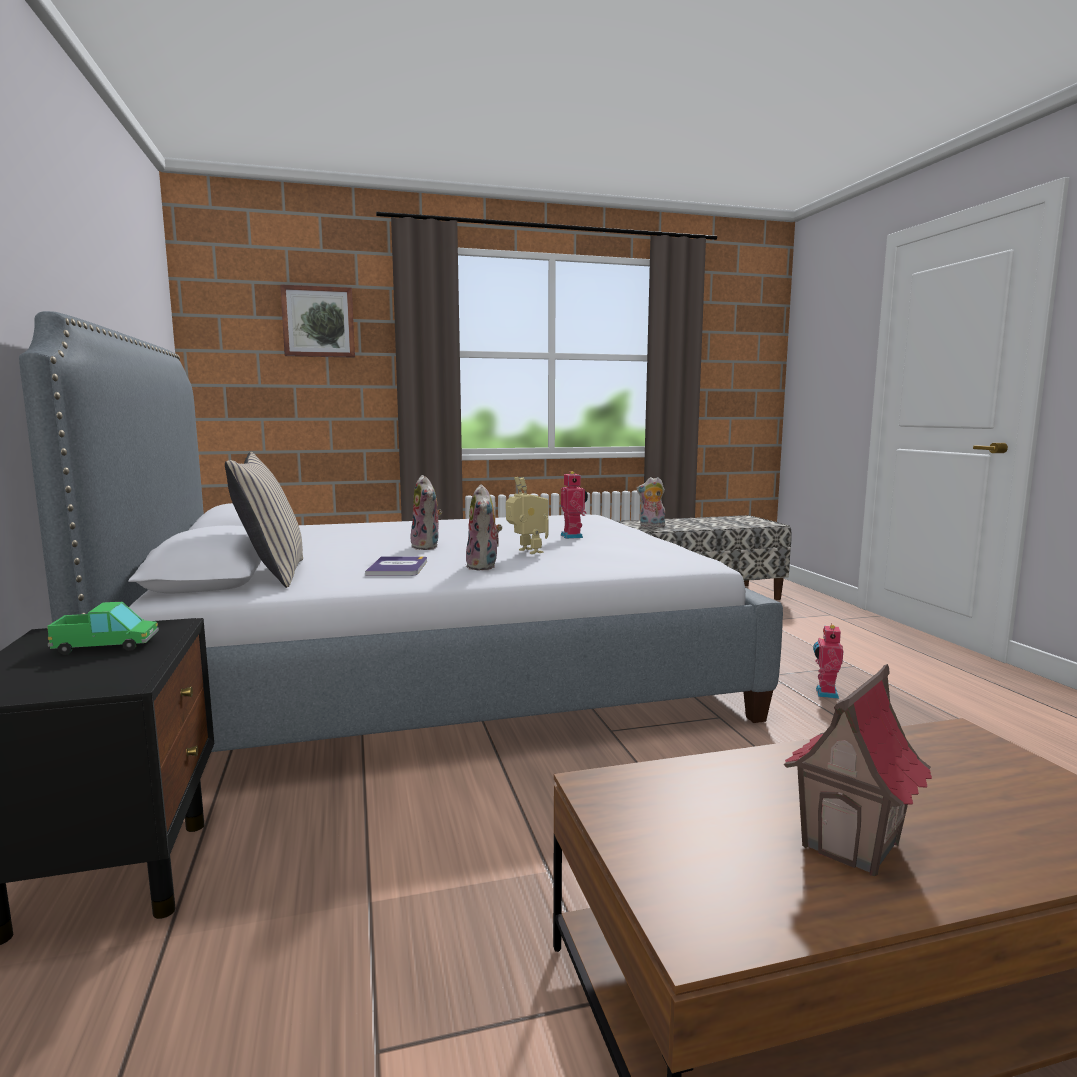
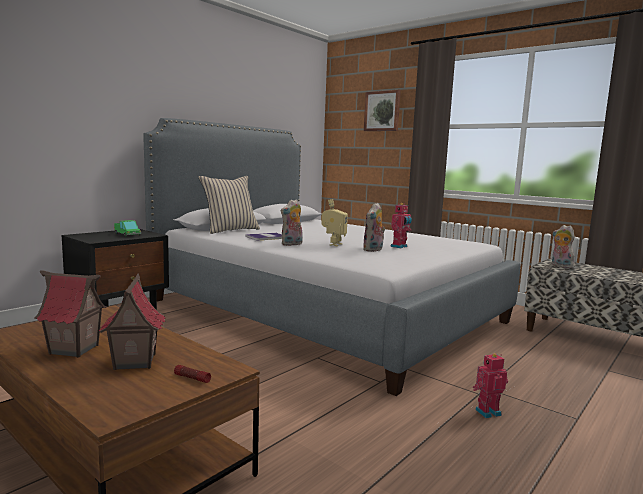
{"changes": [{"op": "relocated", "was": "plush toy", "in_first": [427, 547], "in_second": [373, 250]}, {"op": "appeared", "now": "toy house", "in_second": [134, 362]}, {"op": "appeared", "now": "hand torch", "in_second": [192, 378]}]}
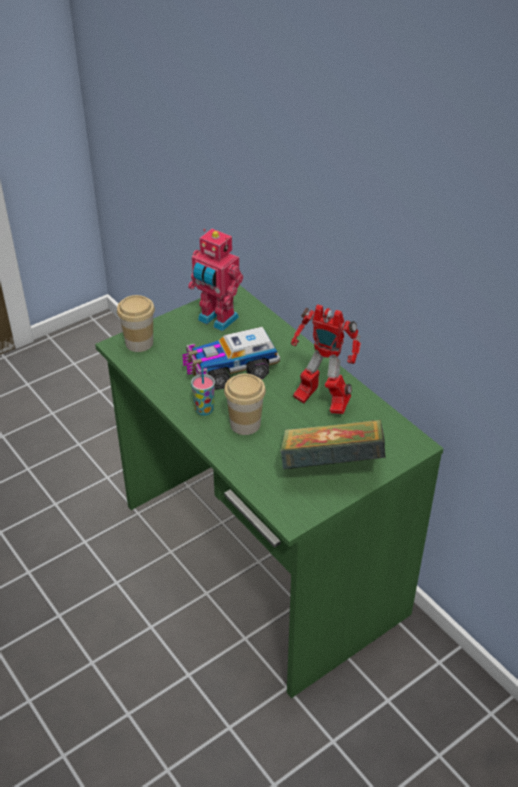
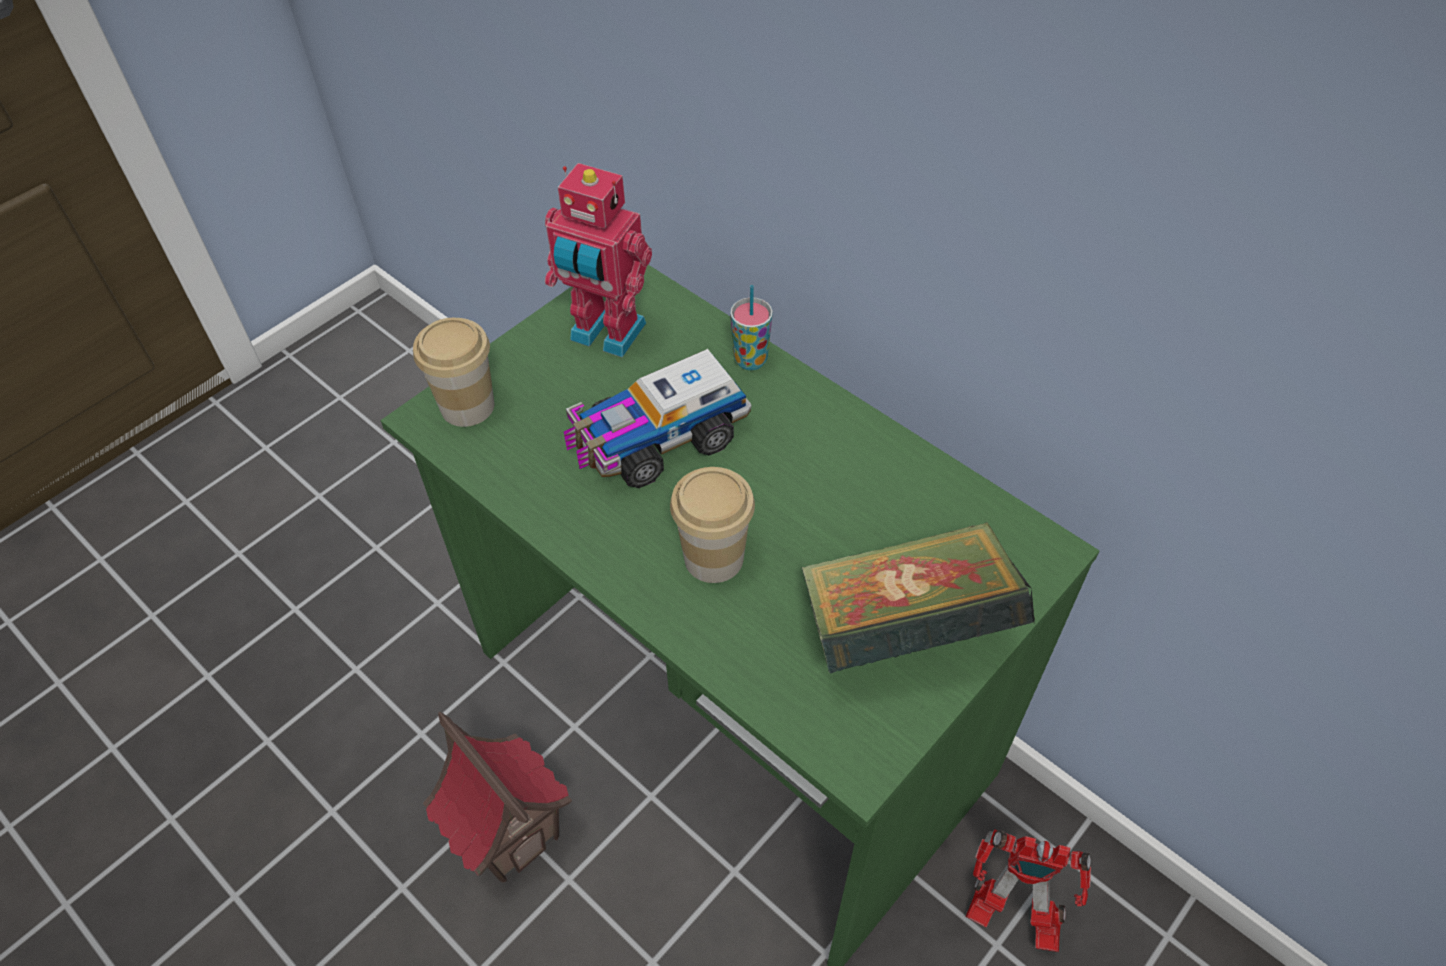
{"changes": [{"op": "relocated", "was": "model robot", "in_first": [320, 401], "in_second": [1008, 917]}, {"op": "relocated", "was": "drinking cup", "in_first": [204, 410], "in_second": [750, 360]}, {"op": "appeared", "now": "toy house", "in_second": [512, 833]}]}
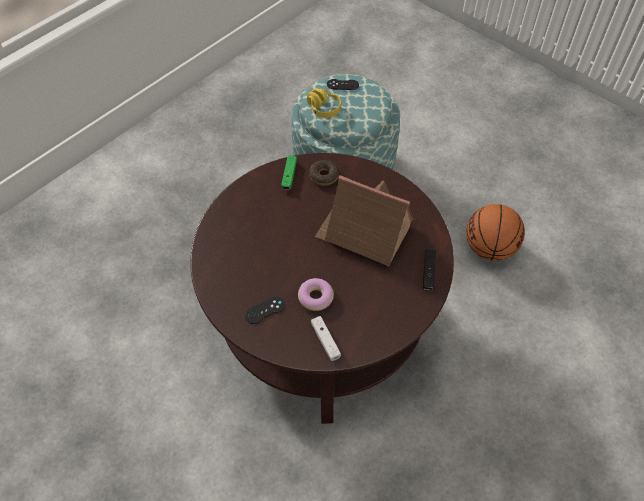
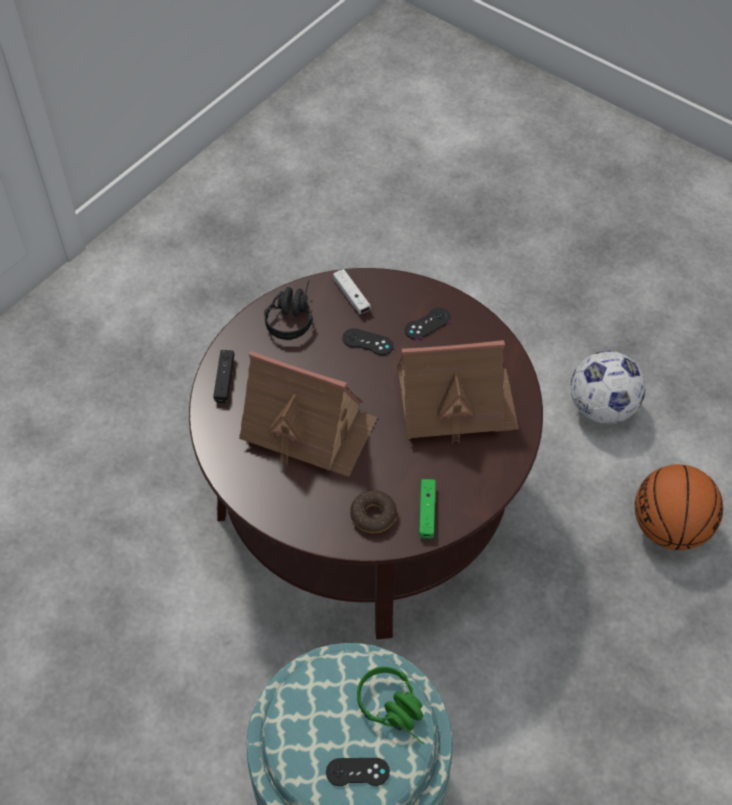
{"changes": [{"op": "colour", "was": "yellow headphones", "now": "greenish headphones", "in_first": [320, 106], "in_second": [397, 711]}, {"op": "relocated", "was": "basketball ball", "in_first": [489, 248], "in_second": [669, 527]}, {"op": "exchanged", "was": "ring doughnut", "now": "blackish gamepad", "in_first": [315, 297], "in_second": [367, 342]}, {"op": "appeared", "now": "blackish headphones", "in_second": [291, 315]}, {"op": "appeared", "now": "toy house", "in_second": [454, 404]}, {"op": "appeared", "now": "football", "in_second": [602, 408]}]}
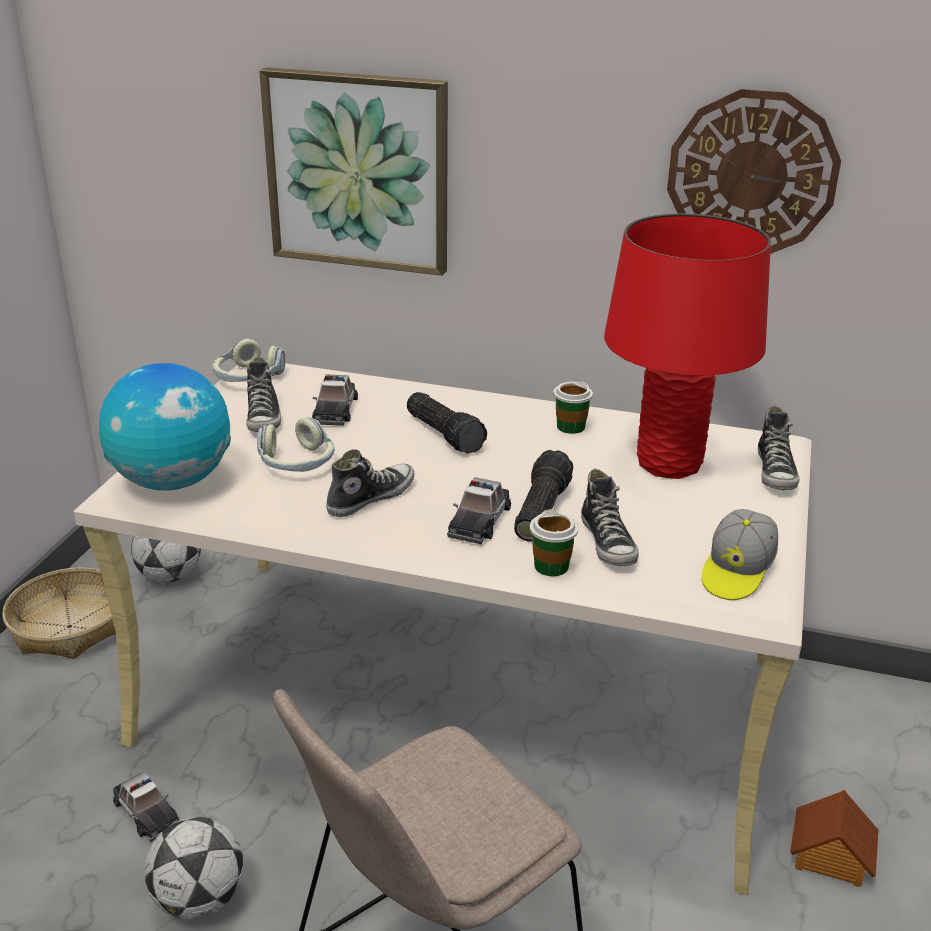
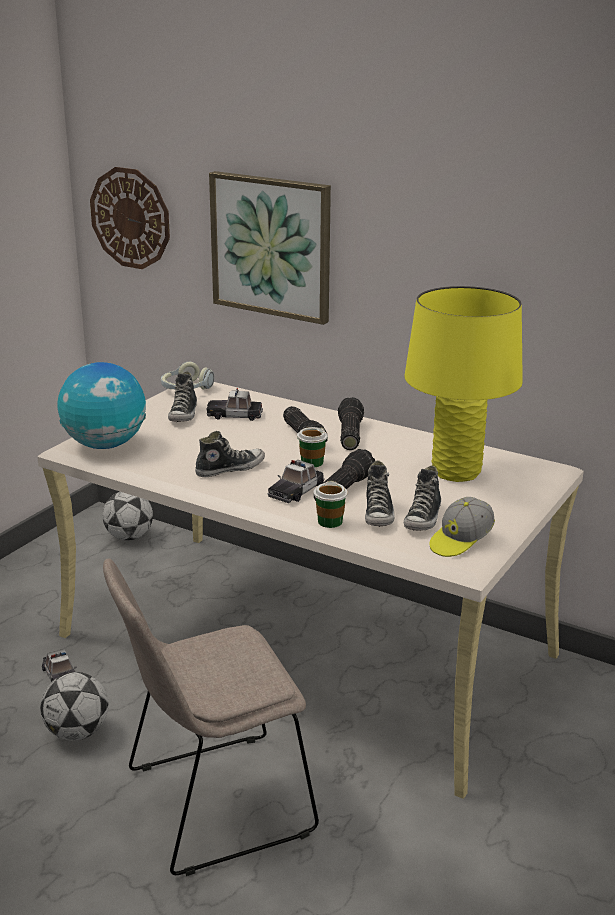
{"changes": [{"op": "relocated", "was": "hanging clock", "in_first": [752, 174], "in_second": [130, 218]}, {"op": "colour", "was": "red-coloured table lamp", "now": "yellow table lamp", "in_first": [668, 464], "in_second": [456, 472]}, {"op": "spun", "was": "toy car", "in_first": [335, 410], "in_second": [235, 414], "clockwise": 75}, {"op": "relocated", "was": "drinking cup", "in_first": [570, 427], "in_second": [312, 462]}, {"op": "relocated", "was": "low shoe", "in_first": [775, 472], "in_second": [423, 518]}, {"op": "missing", "was": "headphones", "in_first": [297, 463]}, {"op": "missing", "was": "basket", "in_first": [69, 626]}, {"op": "missing", "was": "toy house", "in_first": [829, 856]}, {"op": "appeared", "now": "hand torch", "in_second": [348, 434]}]}
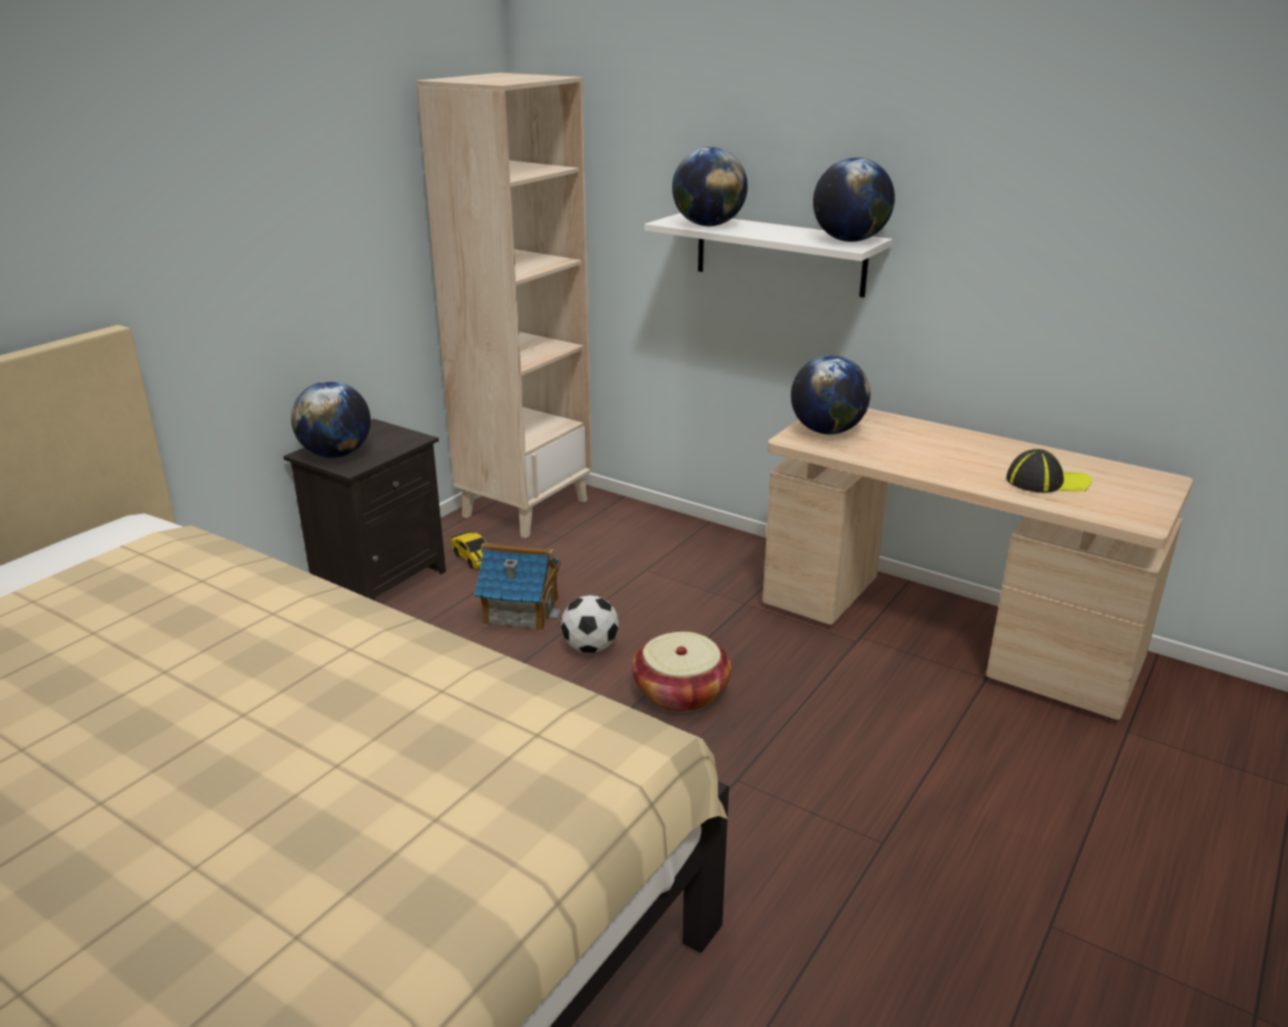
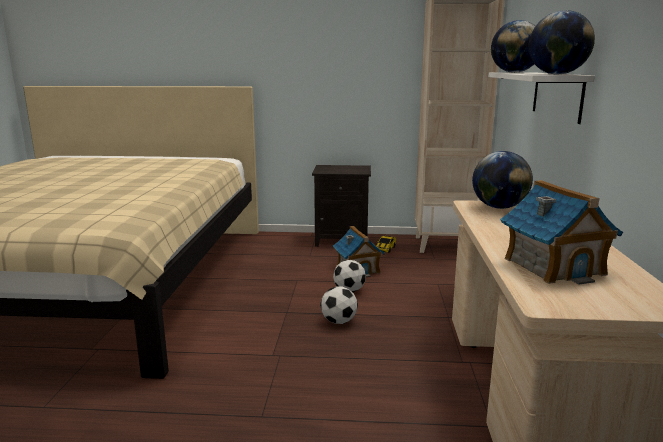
{"changes": [{"op": "missing", "was": "desk globe", "in_first": [336, 454]}, {"op": "exchanged", "was": "peaked cap", "now": "toy house", "in_first": [1046, 482], "in_second": [554, 266]}, {"op": "exchanged", "was": "basket", "now": "football", "in_first": [681, 692], "in_second": [339, 321]}]}
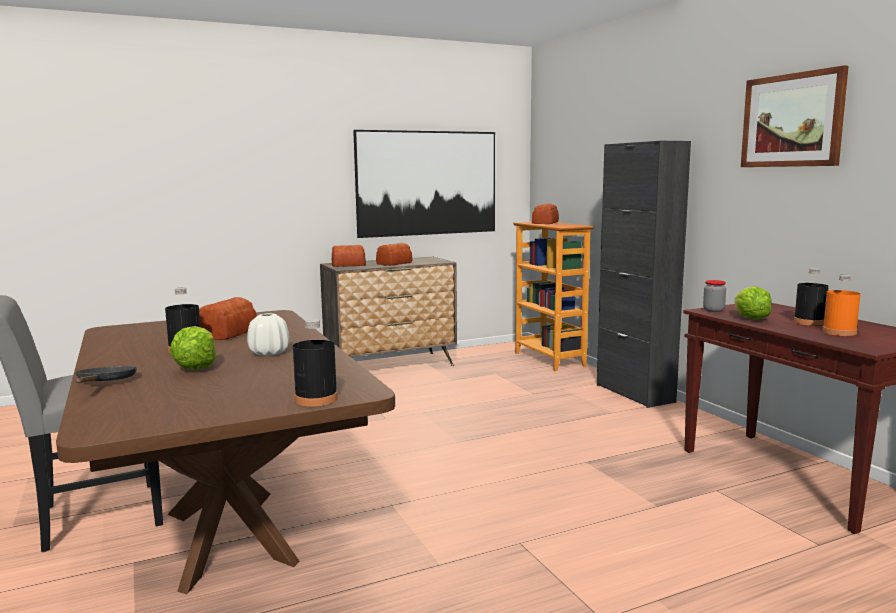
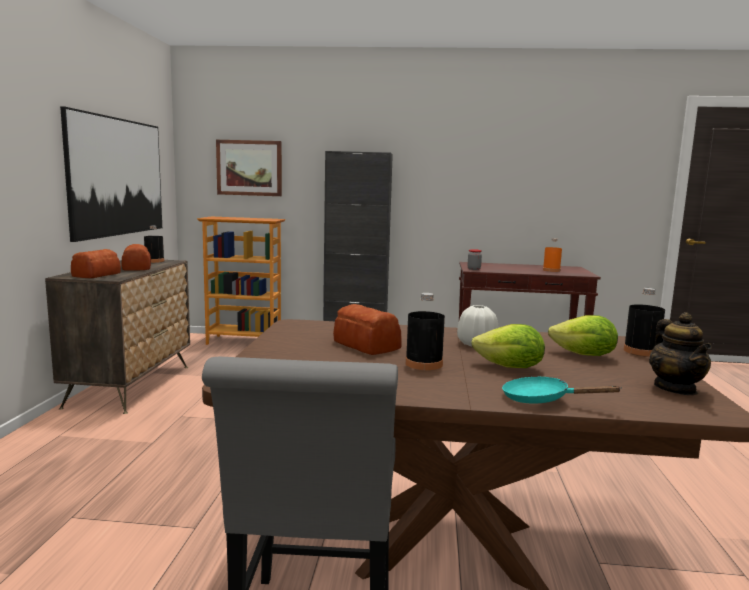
{"changes": [{"op": "relocated", "was": "picture", "in_first": [792, 120], "in_second": [249, 168]}, {"op": "missing", "was": "bread", "in_first": [546, 223]}, {"op": "relocated", "was": "blackish beverage bottle", "in_first": [809, 322], "in_second": [154, 261]}, {"op": "relocated", "was": "head of lettuce", "in_first": [750, 319], "in_second": [584, 355]}, {"op": "colour", "was": "blackish pan", "now": "turquoise pan", "in_first": [105, 383], "in_second": [542, 400]}, {"op": "appeared", "now": "tea pot", "in_second": [675, 388]}]}
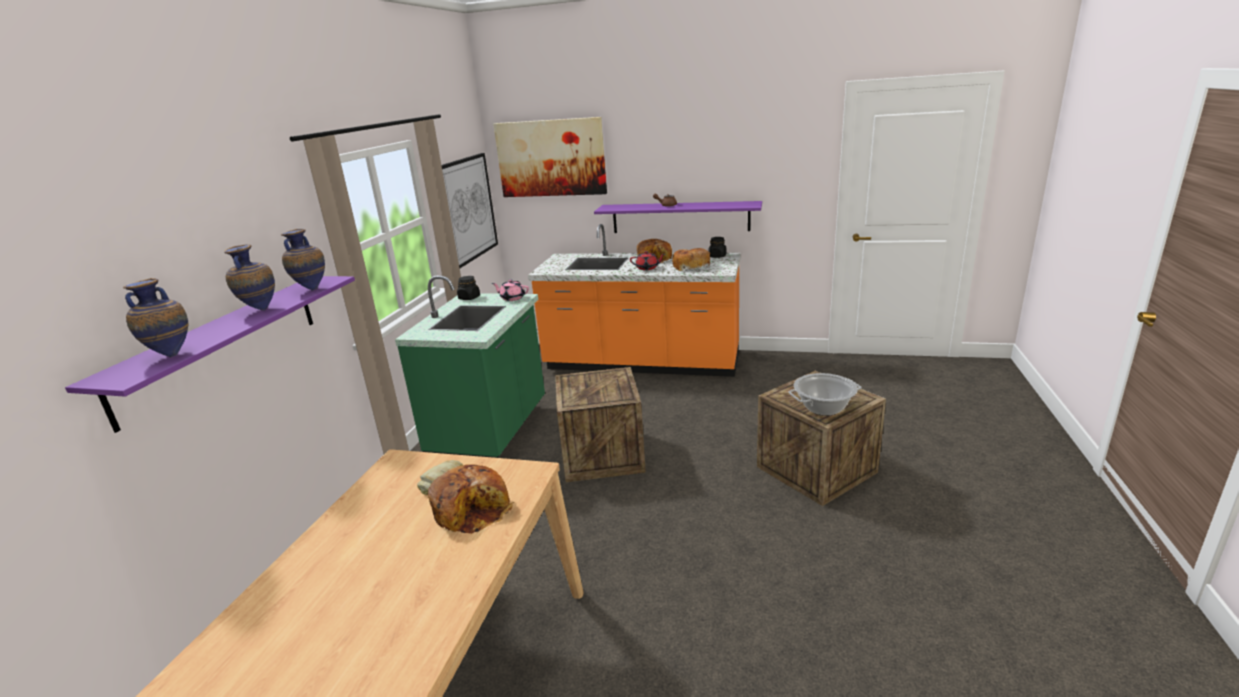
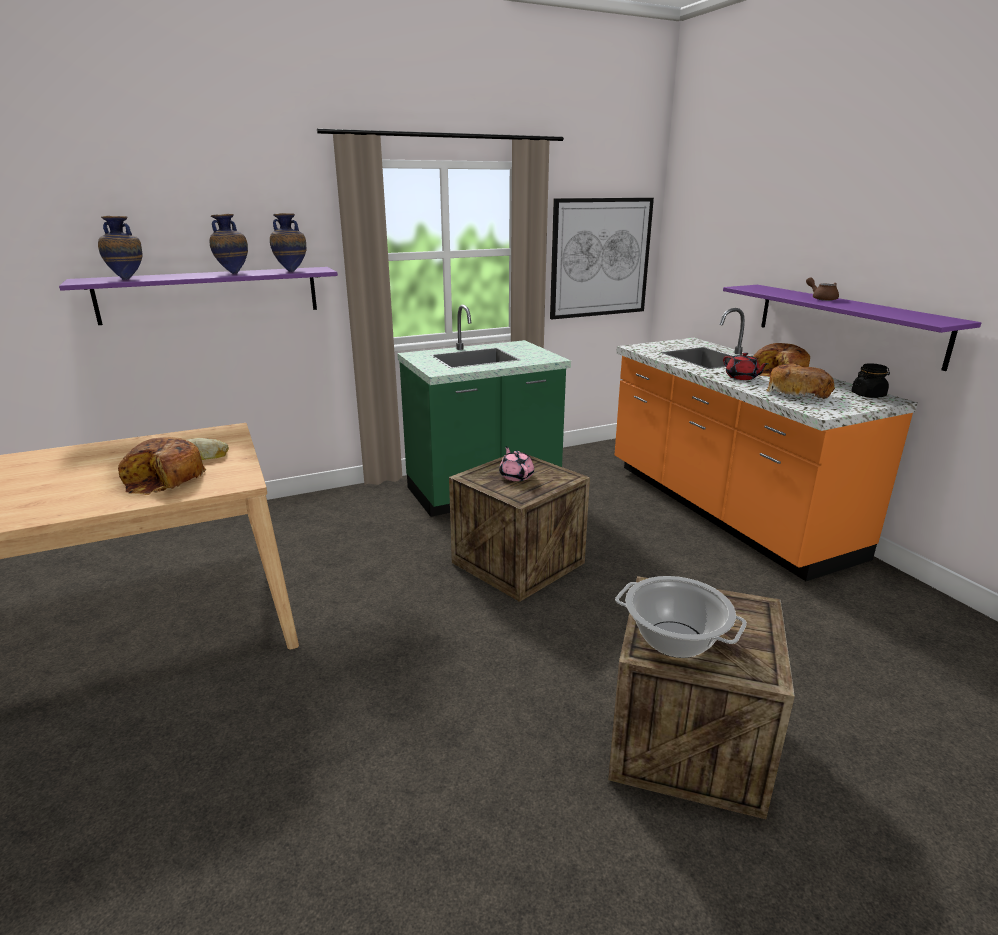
{"changes": [{"op": "missing", "was": "picture", "in_first": [551, 158]}, {"op": "missing", "was": "blackish jar", "in_first": [469, 298]}, {"op": "relocated", "was": "pinkish tea pot", "in_first": [512, 298], "in_second": [516, 476]}]}
